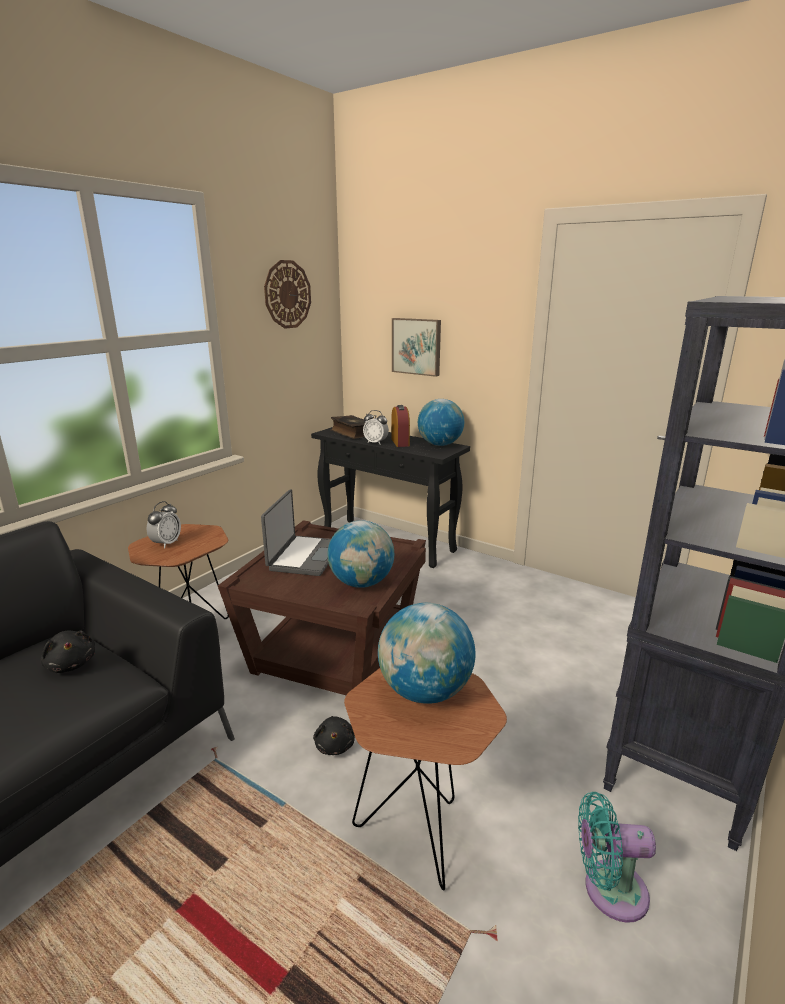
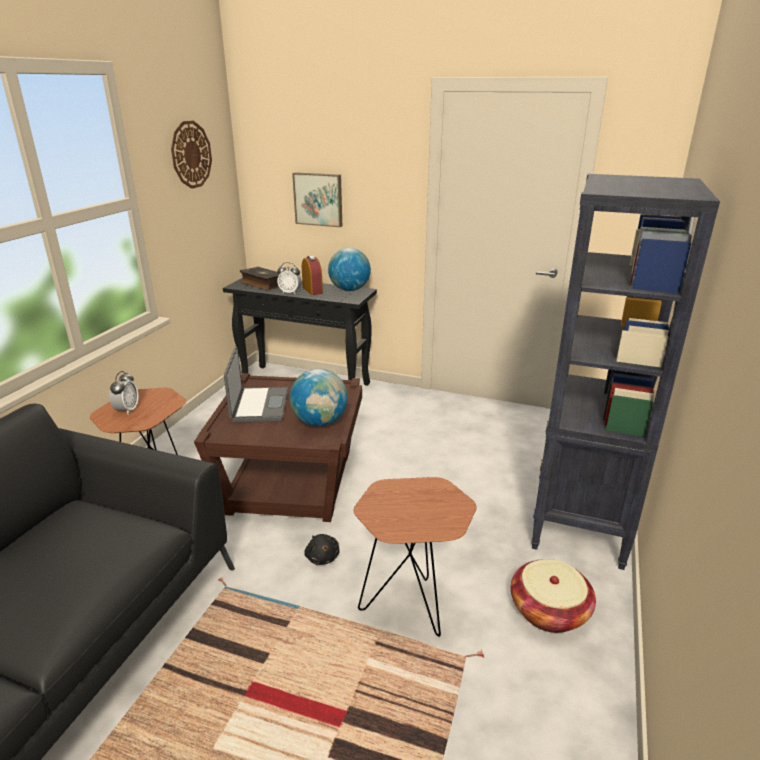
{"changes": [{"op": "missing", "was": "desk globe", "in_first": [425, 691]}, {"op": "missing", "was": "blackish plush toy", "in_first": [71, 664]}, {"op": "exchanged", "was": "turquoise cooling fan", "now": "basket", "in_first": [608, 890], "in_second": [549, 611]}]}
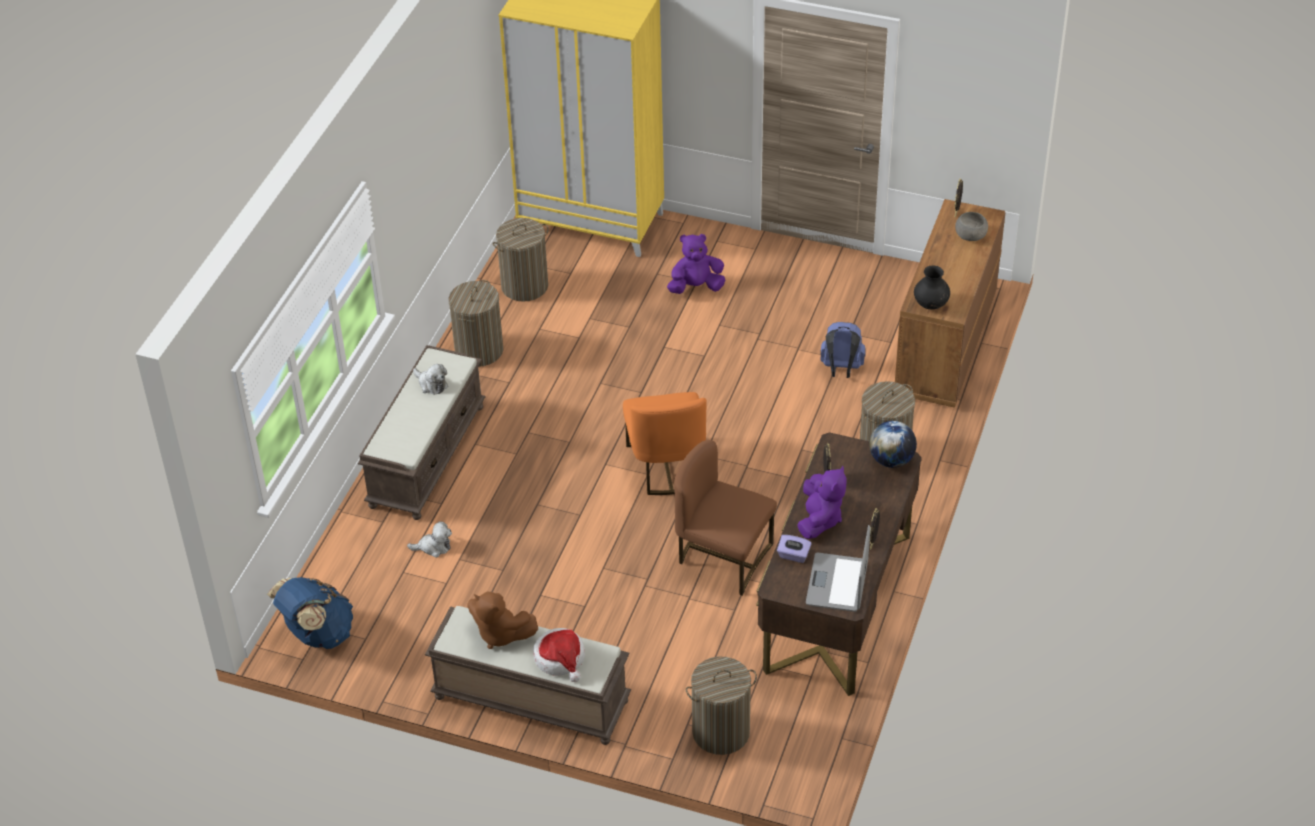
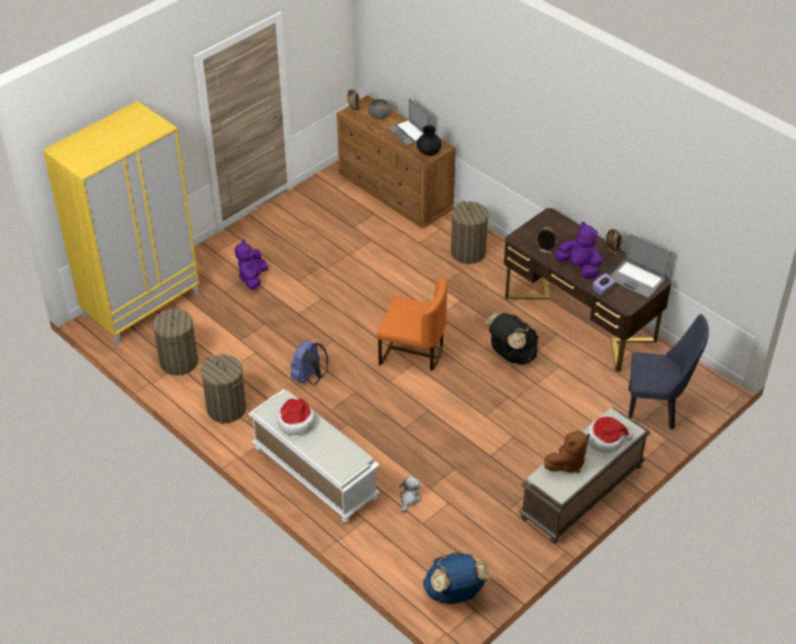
{"changes": [{"op": "relocated", "was": "blue backpack", "in_first": [841, 370], "in_second": [309, 378]}, {"op": "colour", "was": "brown long seat", "now": "white-coloured long seat", "in_first": [426, 455], "in_second": [313, 473]}, {"op": "exchanged", "was": "plush toy", "now": "clothing hat", "in_first": [431, 384], "in_second": [295, 422]}, {"op": "missing", "was": "desk globe", "in_first": [891, 460]}, {"op": "exchanged", "was": "brown chair", "now": "blackish backpack", "in_first": [723, 557], "in_second": [511, 355]}, {"op": "exchanged", "was": "washing basket", "now": "blue chair", "in_first": [720, 732], "in_second": [656, 409]}, {"op": "appeared", "now": "laptop", "in_second": [409, 133]}]}
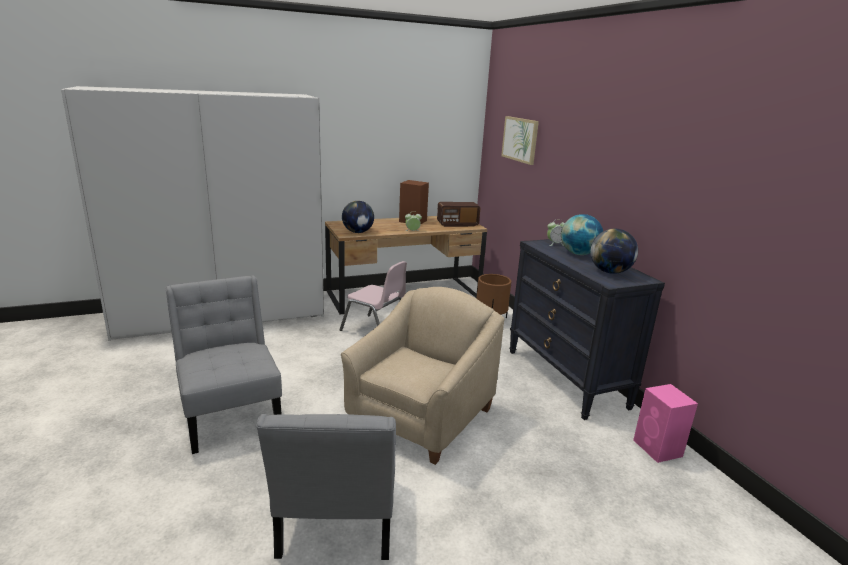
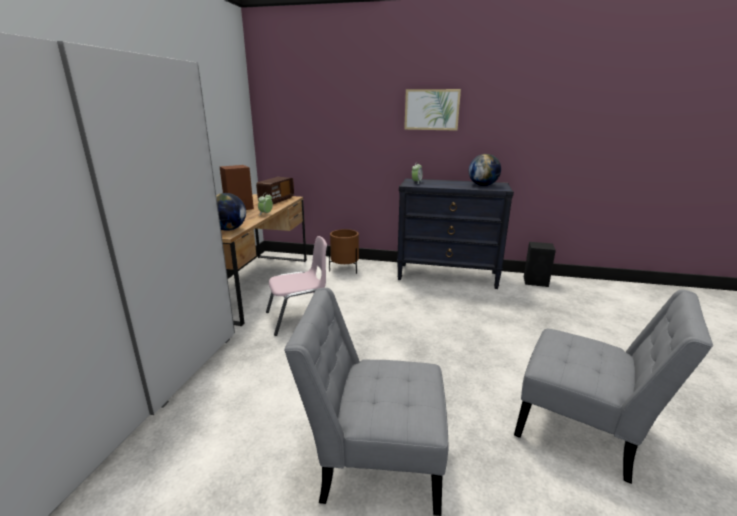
{"changes": [{"op": "relocated", "was": "picture", "in_first": [520, 139], "in_second": [431, 109]}, {"op": "missing", "was": "desk globe", "in_first": [578, 254]}, {"op": "missing", "was": "beige-coloured lounge chair", "in_first": [421, 418]}, {"op": "colour", "was": "pinkish audio speaker", "now": "blackish audio speaker", "in_first": [658, 449], "in_second": [536, 281]}]}
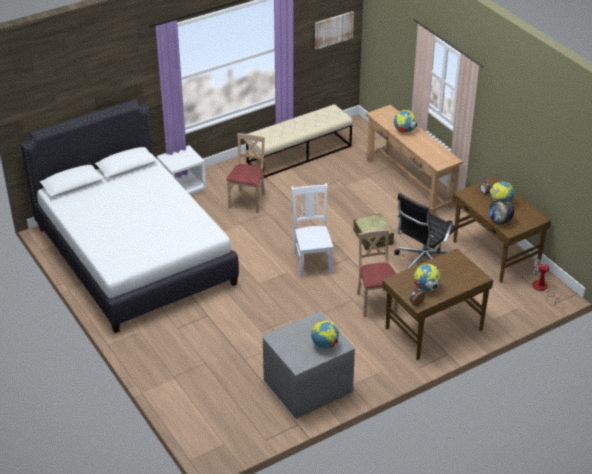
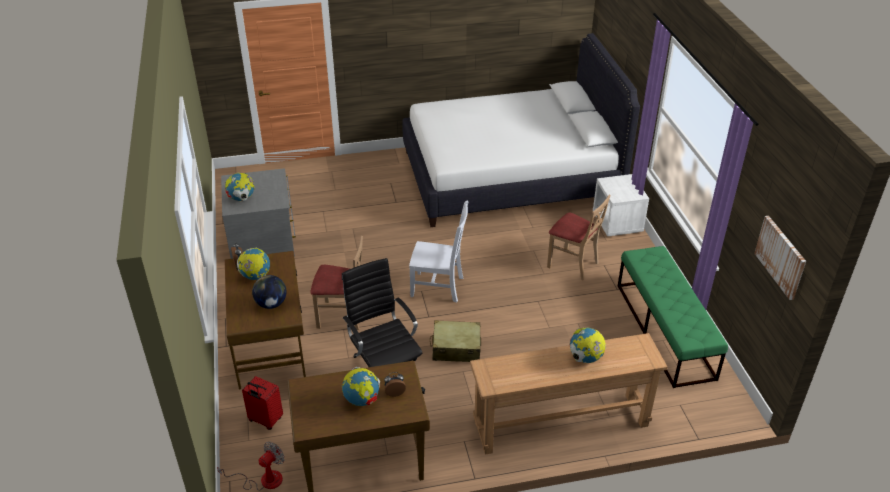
{"changes": [{"op": "colour", "was": "beige-coloured long seat", "now": "greenish long seat", "in_first": [299, 154], "in_second": [665, 331]}, {"op": "relocated", "was": "desk globe", "in_first": [499, 221], "in_second": [271, 304]}, {"op": "appeared", "now": "red-coloured piece of luggage", "in_second": [265, 420]}]}
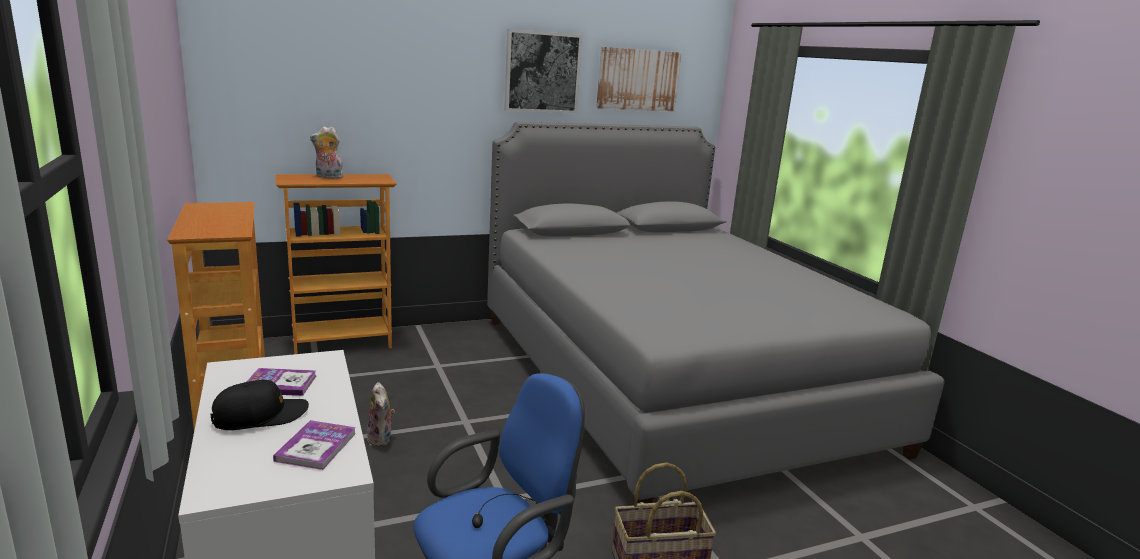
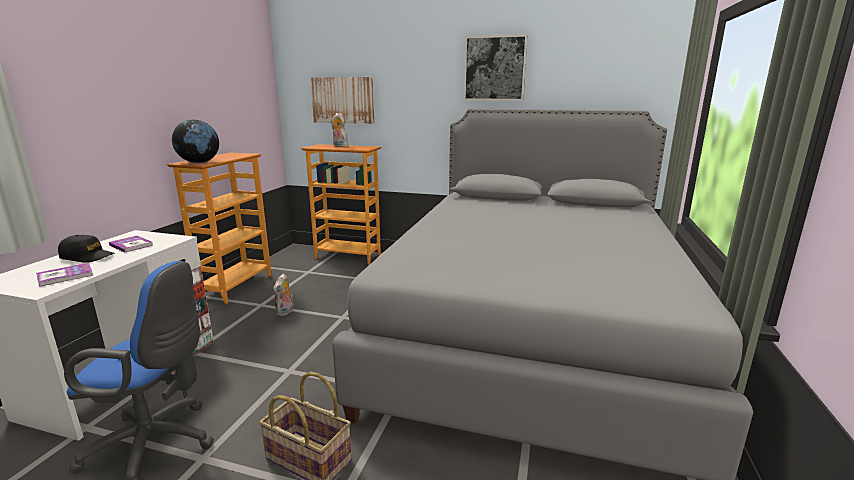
{"changes": [{"op": "relocated", "was": "picture", "in_first": [638, 79], "in_second": [343, 100]}, {"op": "appeared", "now": "desk globe", "in_second": [199, 162]}]}
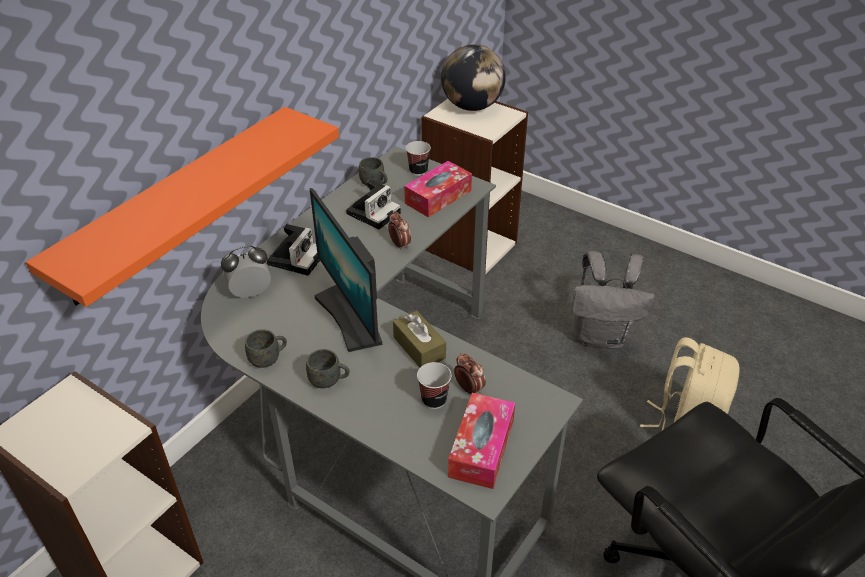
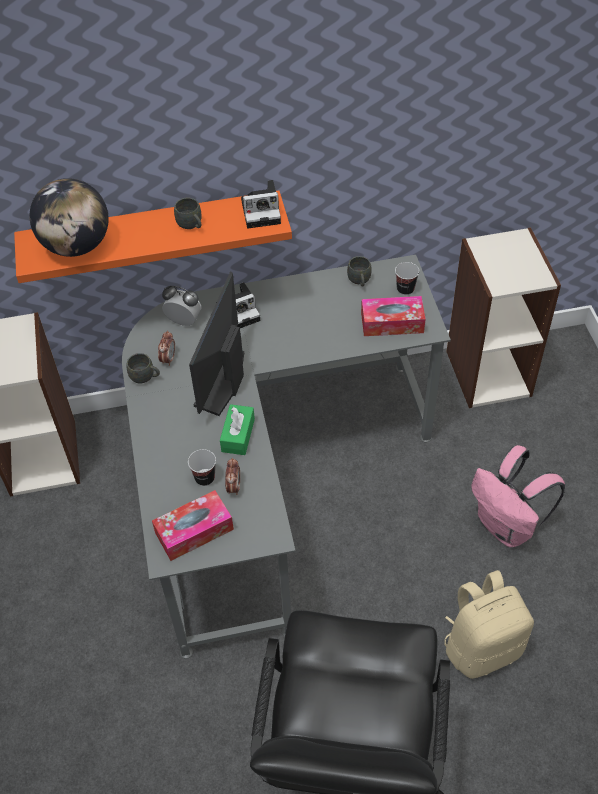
{"changes": [{"op": "relocated", "was": "desk globe", "in_first": [472, 106], "in_second": [77, 246]}, {"op": "relocated", "was": "still camera", "in_first": [374, 212], "in_second": [262, 211]}, {"op": "relocated", "was": "bedside clock", "in_first": [399, 244], "in_second": [168, 359]}, {"op": "colour", "was": "gray backpack", "now": "pinkish backpack", "in_first": [602, 336], "in_second": [507, 526]}, {"op": "colour", "was": "brown box of tissues", "now": "greenish box of tissues", "in_first": [419, 348], "in_second": [238, 435]}, {"op": "relocated", "was": "gray tea mug", "in_first": [329, 381], "in_second": [191, 226]}]}
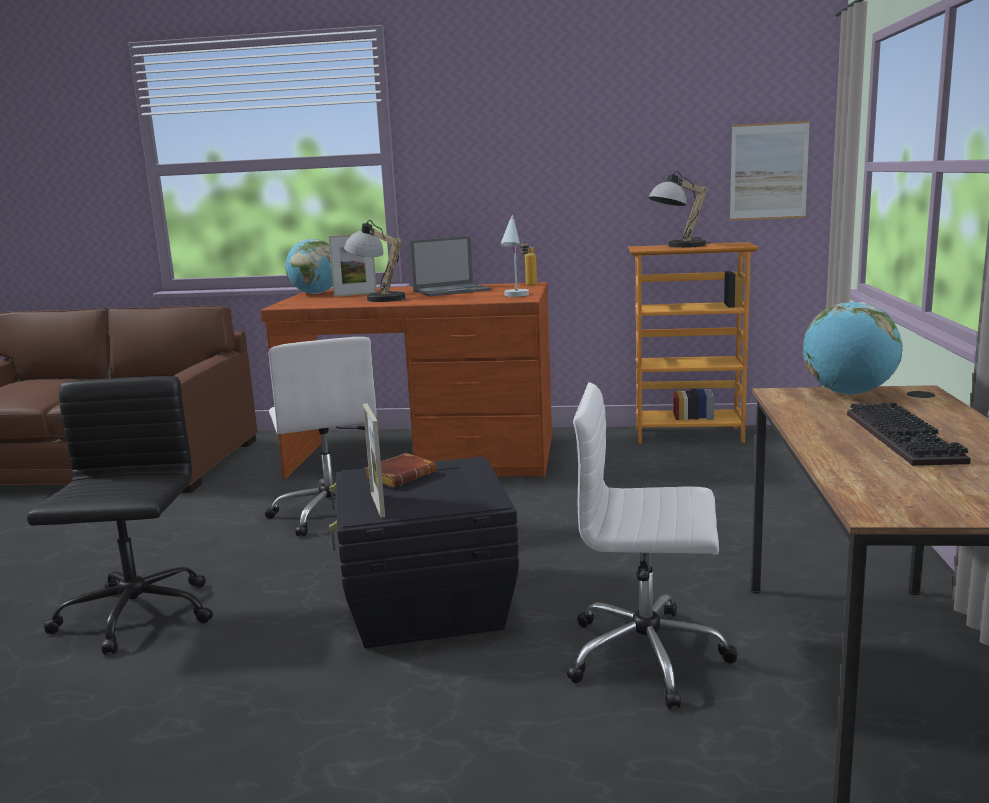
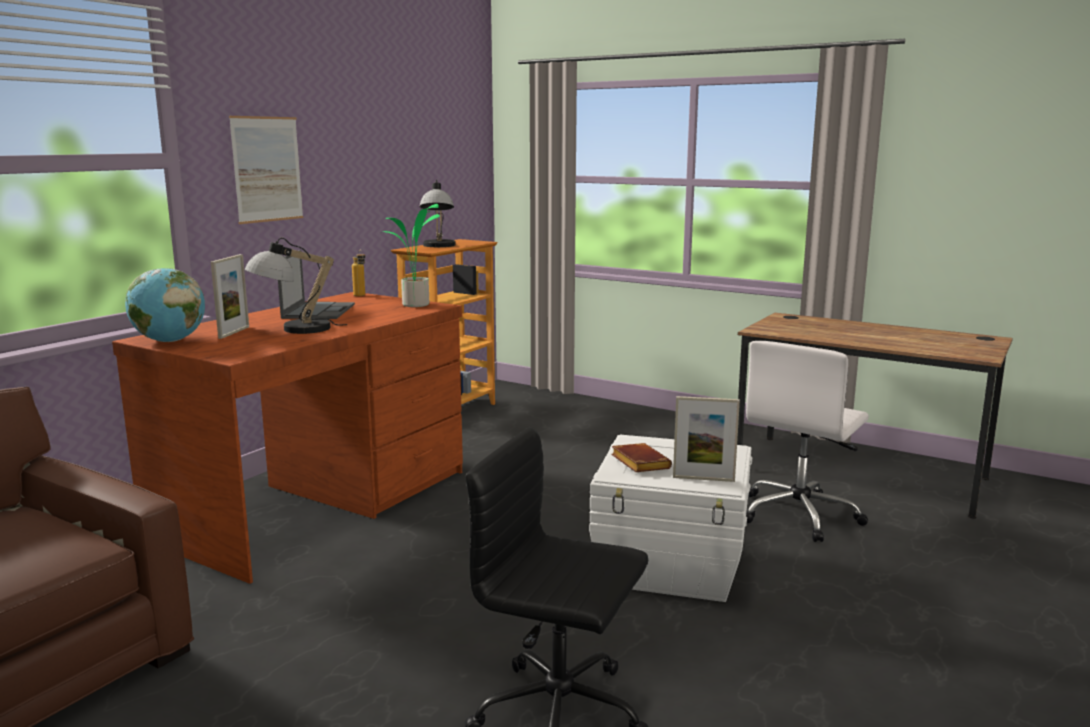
{"changes": [{"op": "relocated", "was": "picture", "in_first": [768, 171], "in_second": [267, 169]}, {"op": "exchanged", "was": "white-coloured table lamp", "now": "plant in a pot", "in_first": [514, 296], "in_second": [416, 305]}, {"op": "missing", "was": "desk globe", "in_first": [848, 393]}, {"op": "missing", "was": "white-coloured computer chair", "in_first": [331, 512]}, {"op": "missing", "was": "PC keyboard", "in_first": [907, 438]}, {"op": "colour", "was": "blackish storage bin", "now": "white-coloured storage bin", "in_first": [426, 606], "in_second": [672, 566]}]}
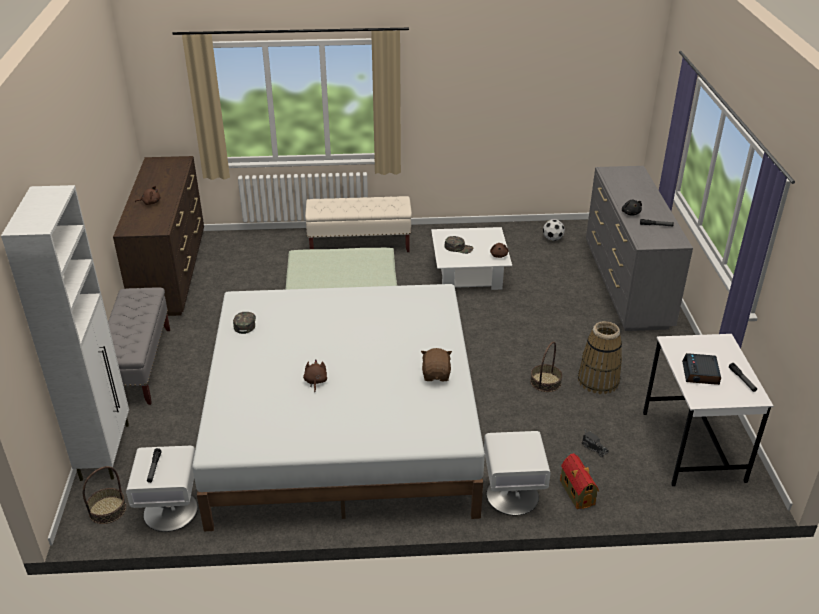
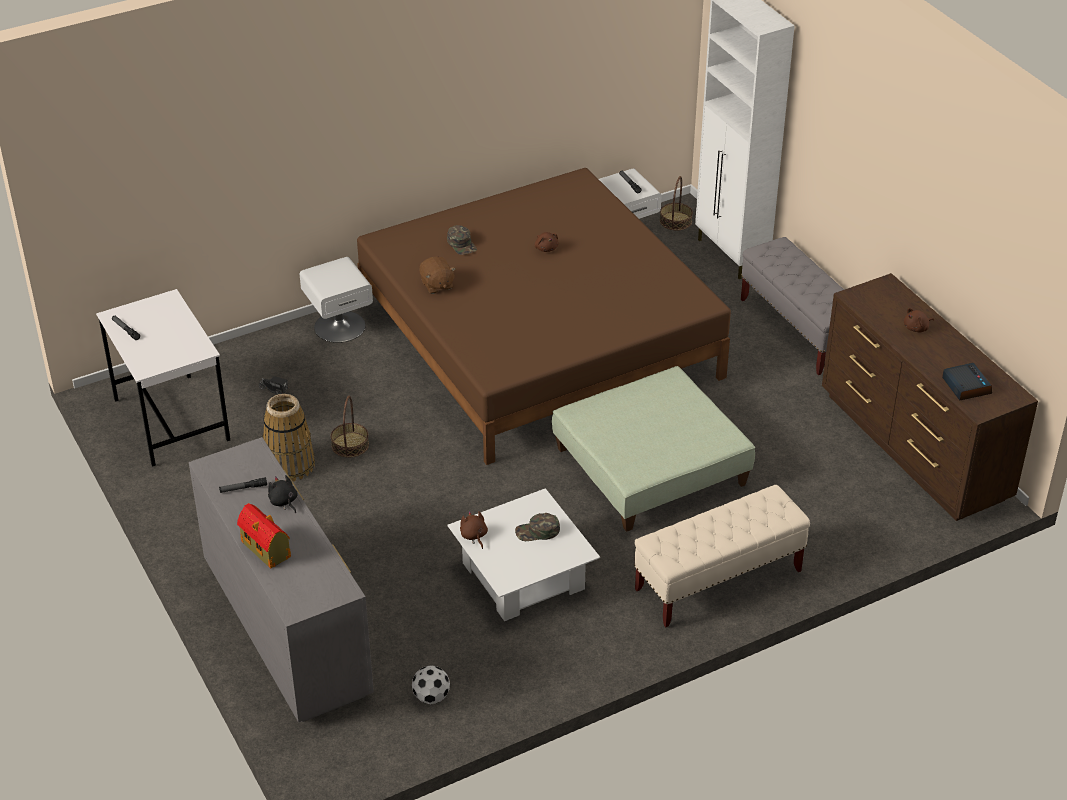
{"changes": [{"op": "colour", "was": "white-coloured bed", "now": "brown bed", "in_first": [342, 423], "in_second": [539, 339]}, {"op": "relocated", "was": "greenish peaked cap", "in_first": [244, 323], "in_second": [462, 244]}, {"op": "relocated", "was": "bedside clock", "in_first": [701, 373], "in_second": [965, 386]}, {"op": "relocated", "was": "toy house", "in_first": [576, 492], "in_second": [266, 550]}]}
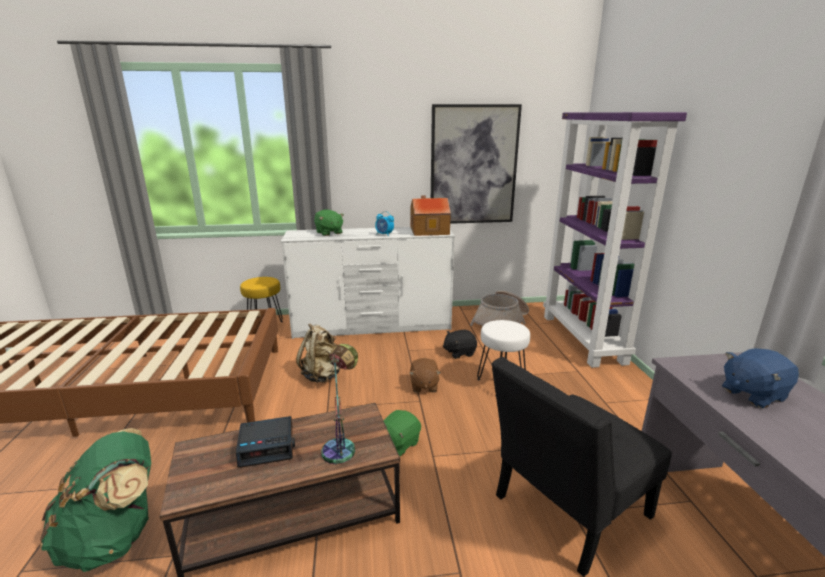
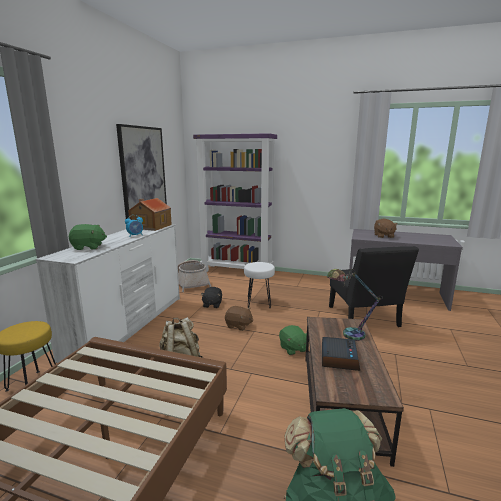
{"changes": [{"op": "colour", "was": "blue plush toy", "now": "brown plush toy", "in_first": [752, 394], "in_second": [383, 236]}]}
